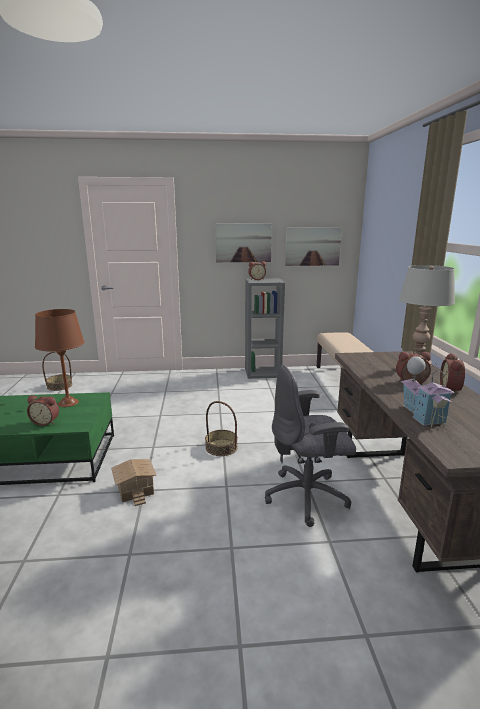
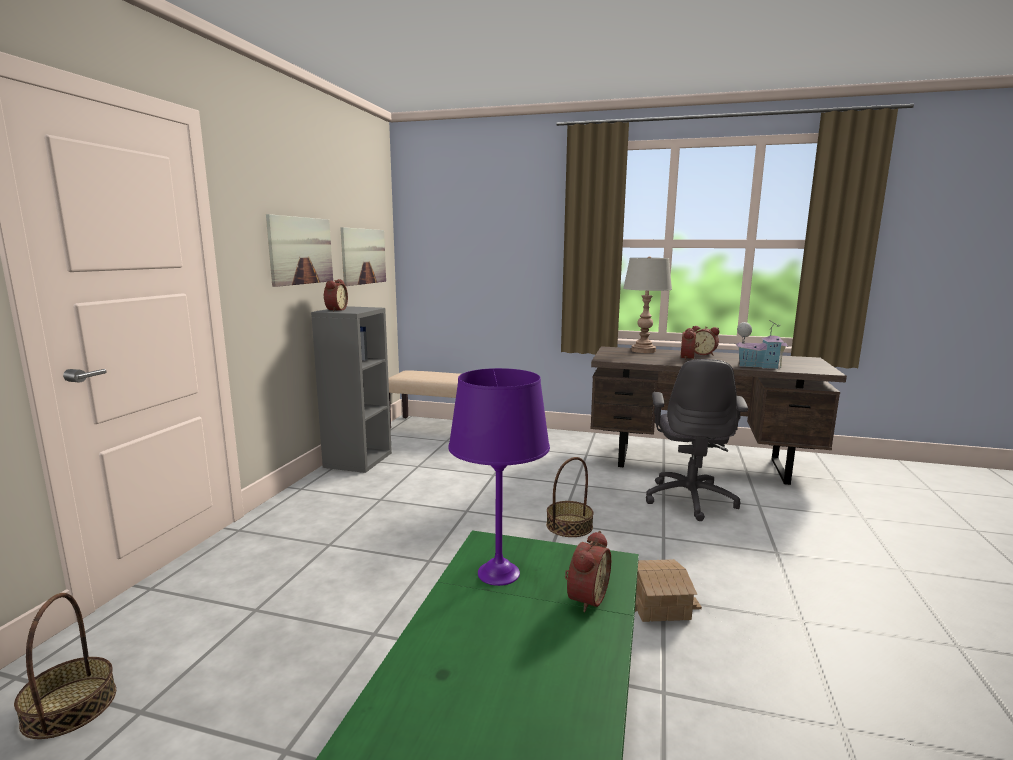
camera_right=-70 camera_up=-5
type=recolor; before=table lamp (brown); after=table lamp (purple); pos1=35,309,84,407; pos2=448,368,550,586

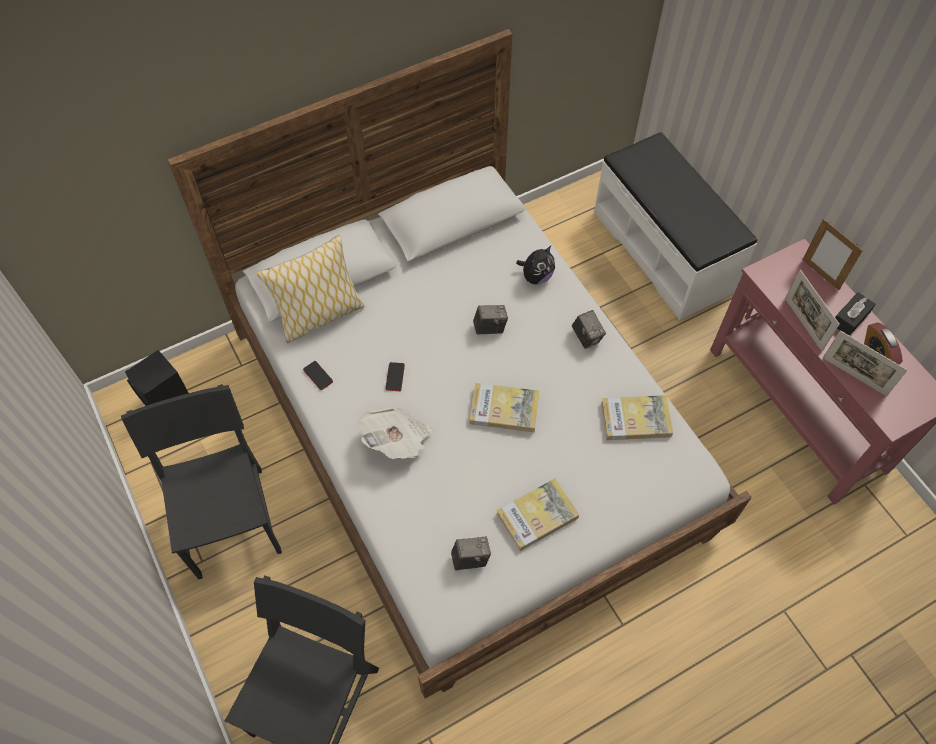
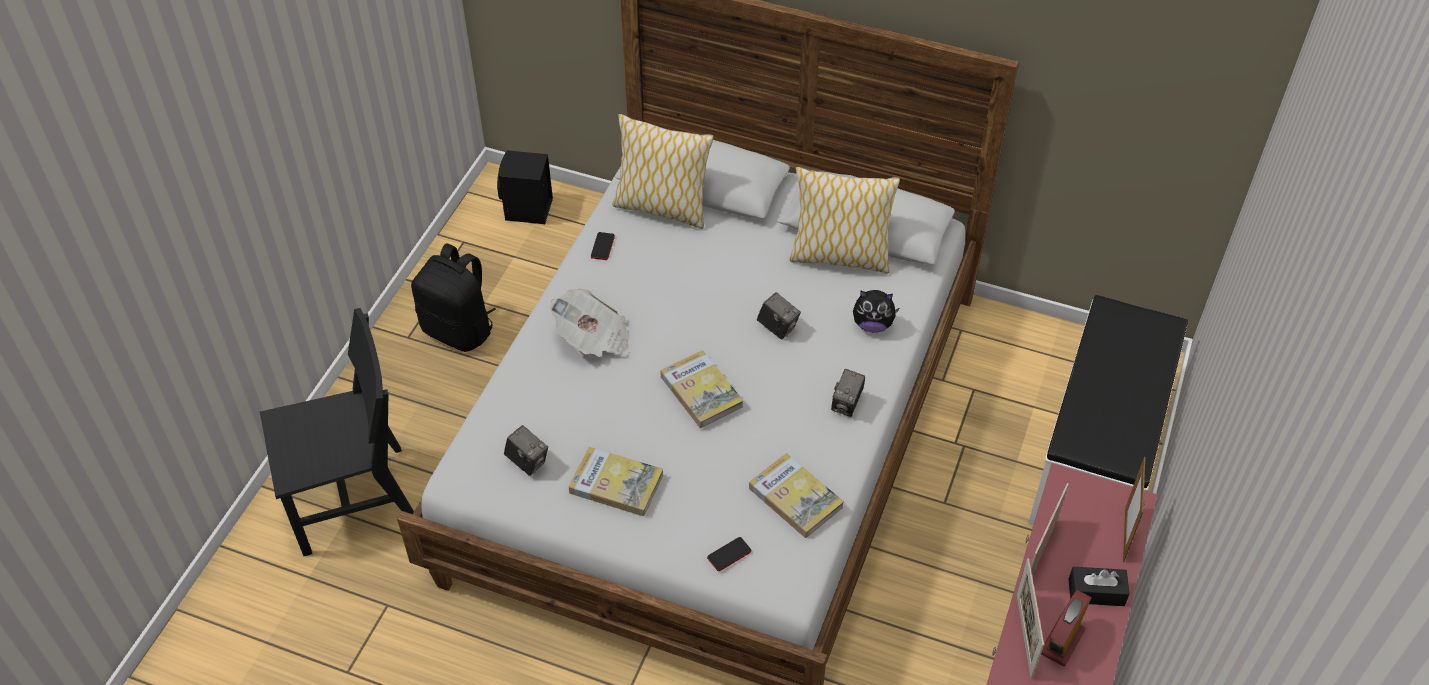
camera_right=50 camera_up=-10
type=move; before=phone; pos1=385,362,405,391; pos2=707,537,751,571
type=replace; before=chair (black); after=backpack (black); pos1=121,384,282,579; pos2=411,243,496,352
type=insert; after=pillow; pos2=790,167,900,274

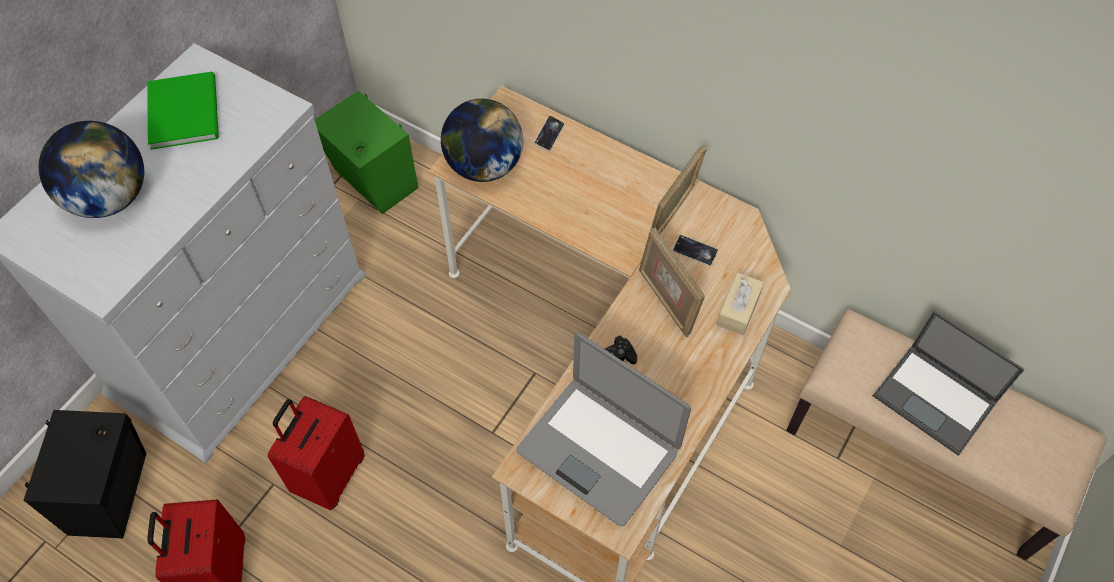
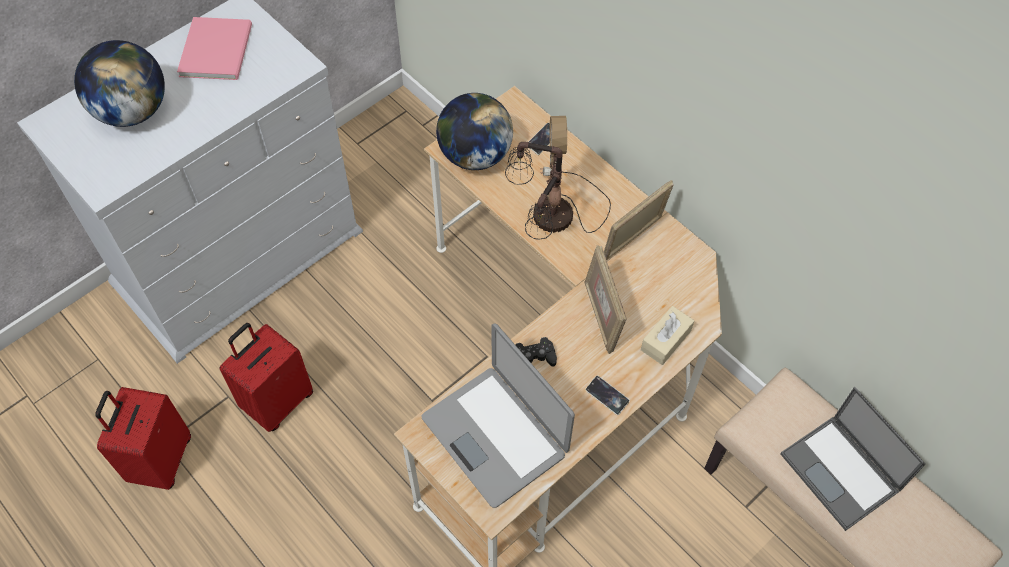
camera_right=15 camera_up=0
type=recolor; before=book (green); after=book (pink); pos1=147,72,219,150; pos2=177,17,252,80
type=delete; before=speaker (green); pos1=315,91,418,214
type=move; before=phone; pos1=673,235,718,266; pos2=585,375,630,415
type=delete; before=speaker (black); pos1=24,410,146,538
type=insert; after=table lamp; pos2=505,116,611,239

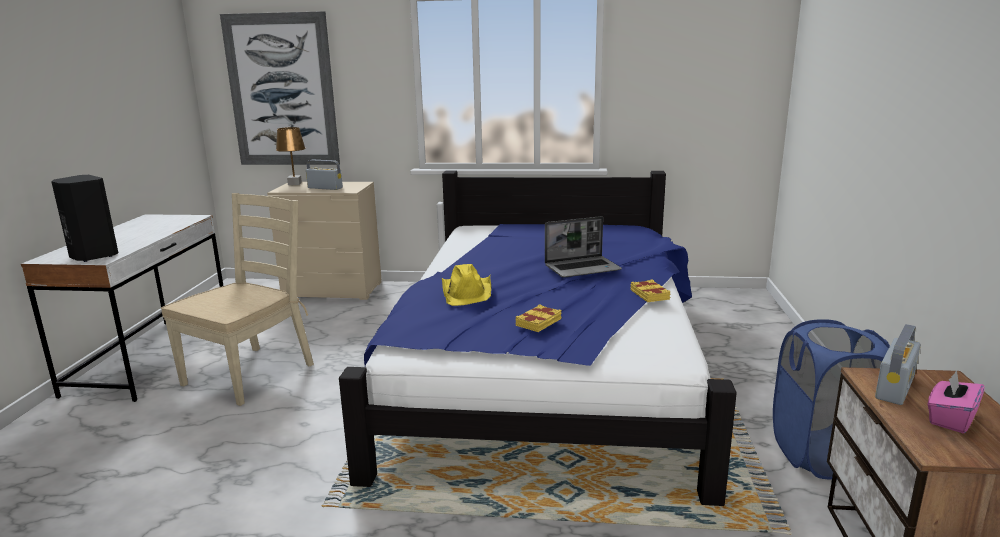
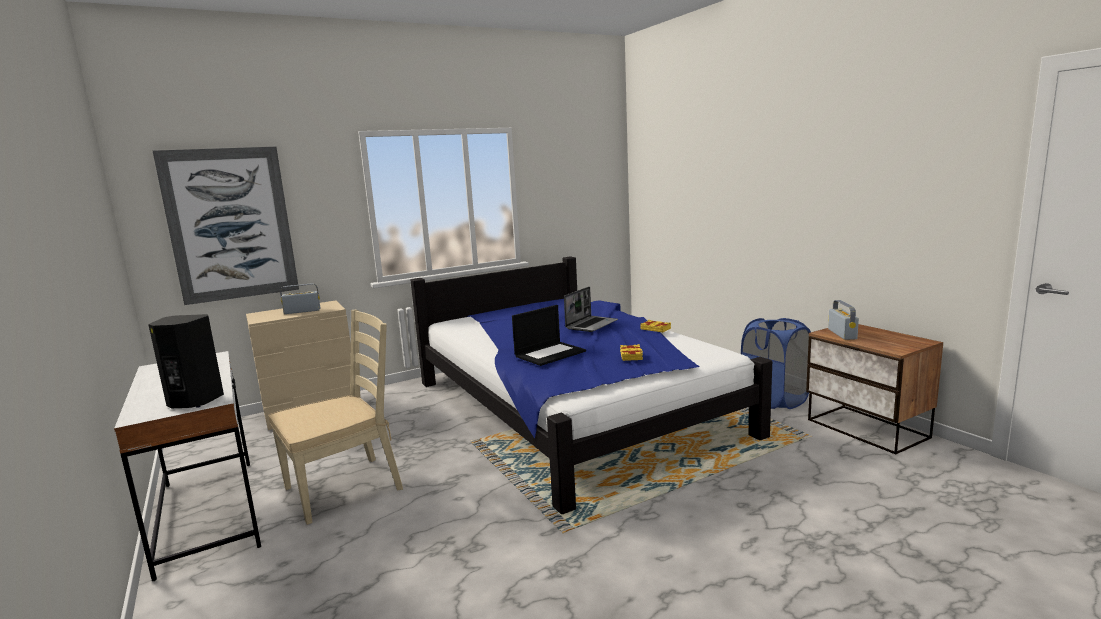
camera_right=-35 camera_up=-5
type=delete; before=table lamp (brown); pos1=276,127,306,185
type=rotate; before=chair (beige); pos1=161,193,314,406; pos2=268,310,403,525; turn=60
type=replace; before=hat (yellow); after=laptop; pos1=442,264,491,306; pos2=512,305,586,366
type=delete; before=tissue box (pink); pos1=928,370,985,433

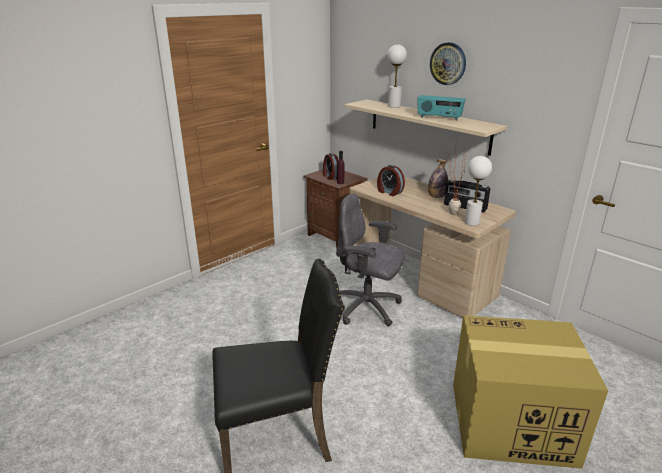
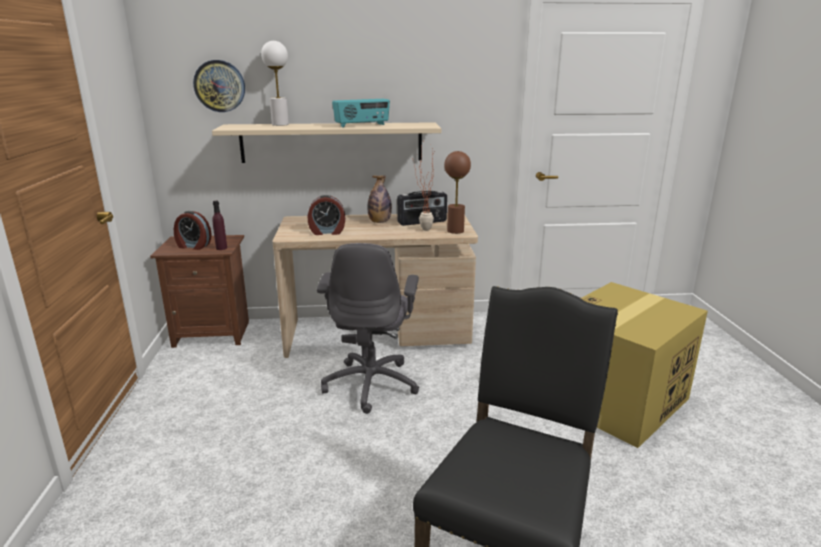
camera_right=-50 camera_up=-5
type=move; before=wall clock; pos1=430,42,466,85; pos2=193,60,245,112
type=recolor; before=table lamp (white); after=table lamp (brown); pos1=465,156,492,226; pos2=444,151,471,234
type=rotate; before=office chair (grey); pos1=336,193,405,326; pos2=317,243,419,414; turn=-60

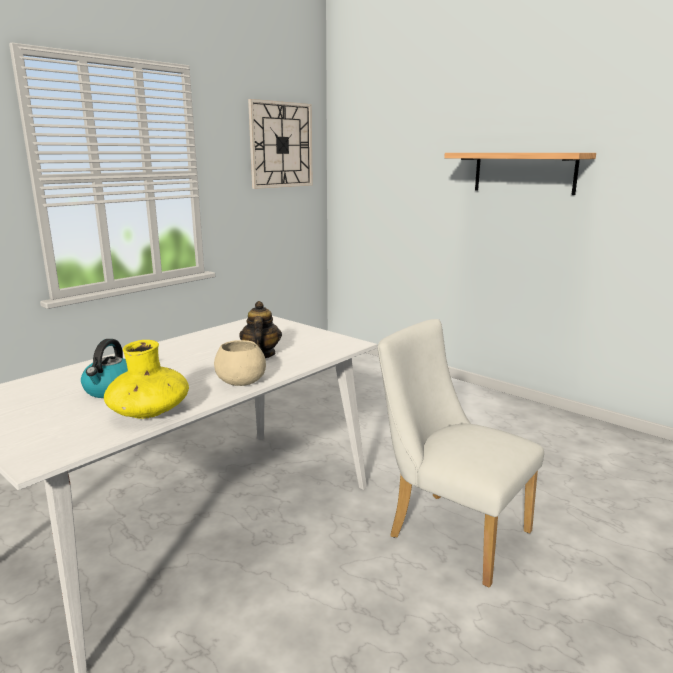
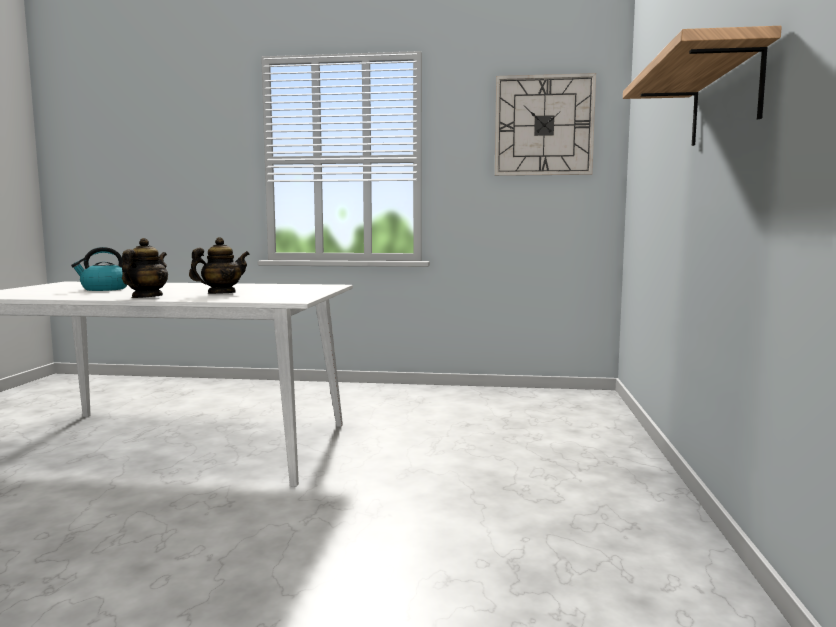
camera_right=55 camera_up=-10
type=delete; before=chair (white); pos1=378,319,544,587
type=delete; before=vase (yellow); pos1=104,340,189,419
type=replace; before=bowl (beige); after=teapot; pos1=214,340,266,386; pos2=122,238,168,298

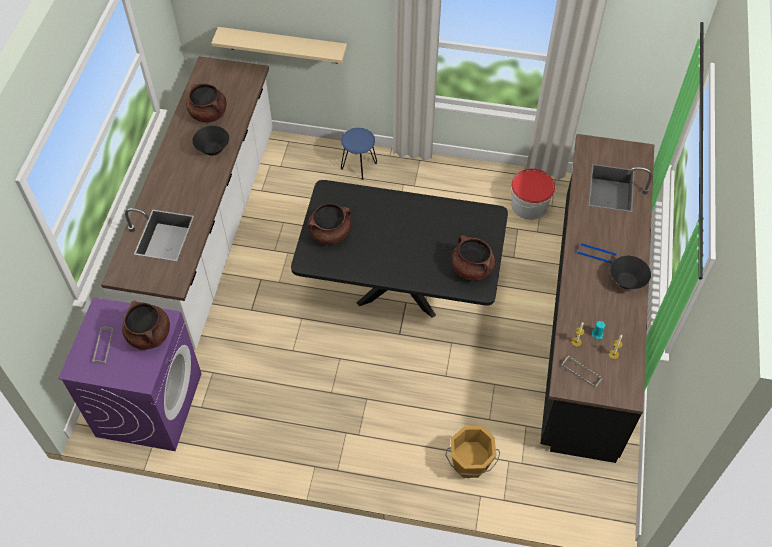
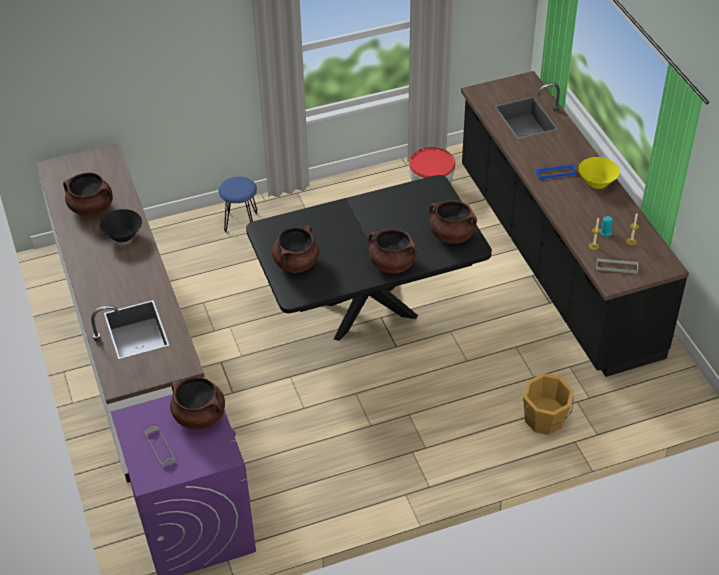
camera_right=-30 camera_up=-10
type=delete; before=shelf (beige); pos1=211,27,347,64
type=recolor; before=bowl (black); after=bowl (yellow); pos1=610,256,651,289; pos2=579,157,620,189
type=insert; after=cooking pot (brown); pos2=368,229,417,273

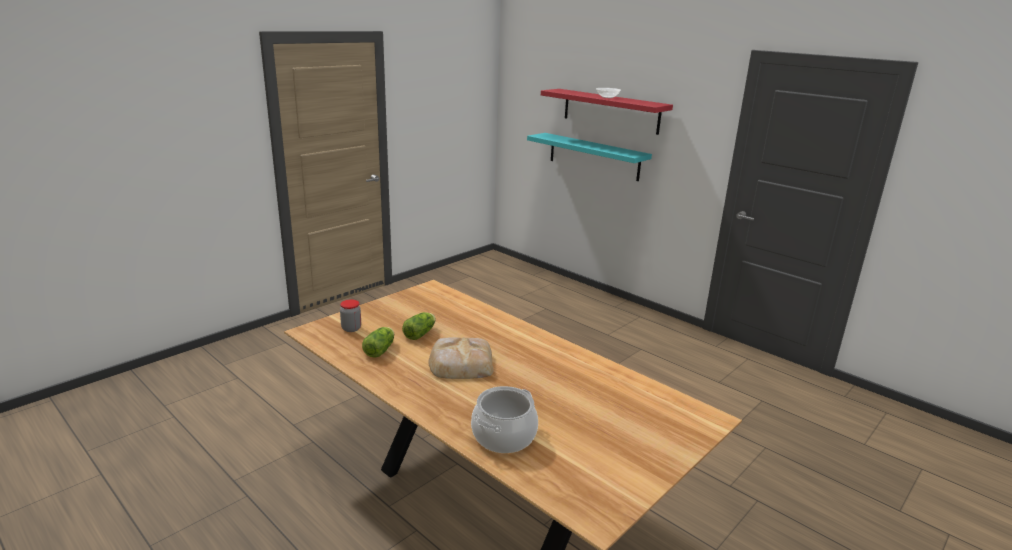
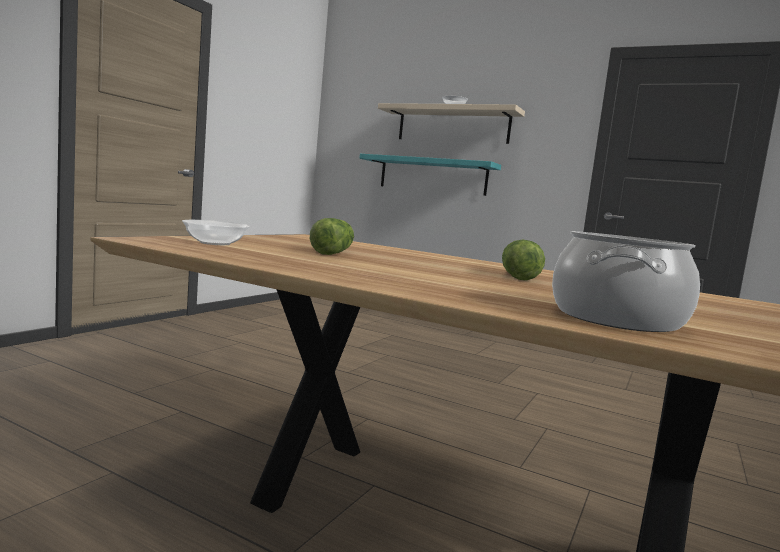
camera_right=-15 camera_up=-15
type=recolor; before=shelf (red); after=shelf (beige); pos1=541,89,673,135; pos2=378,103,525,144
type=replace; before=jar; after=bowl; pos1=340,299,361,332; pos2=182,220,250,245
type=move; before=lettuce; pos1=362,327,394,357; pos2=502,240,545,280
type=delete; before=bread; pos1=428,337,493,379

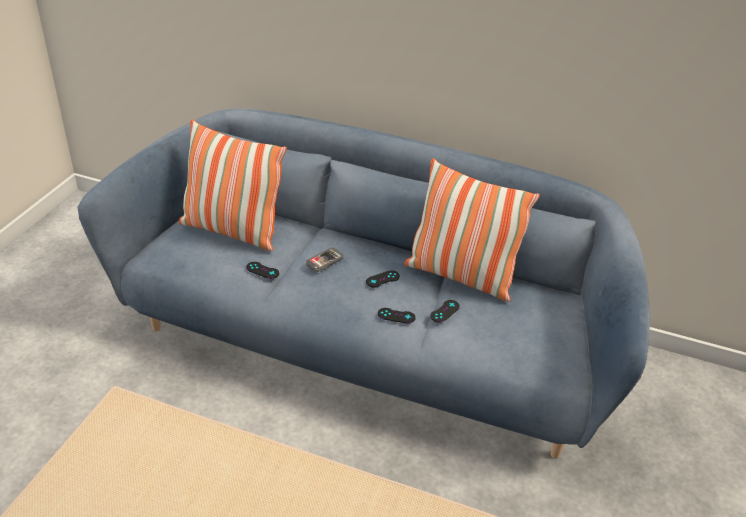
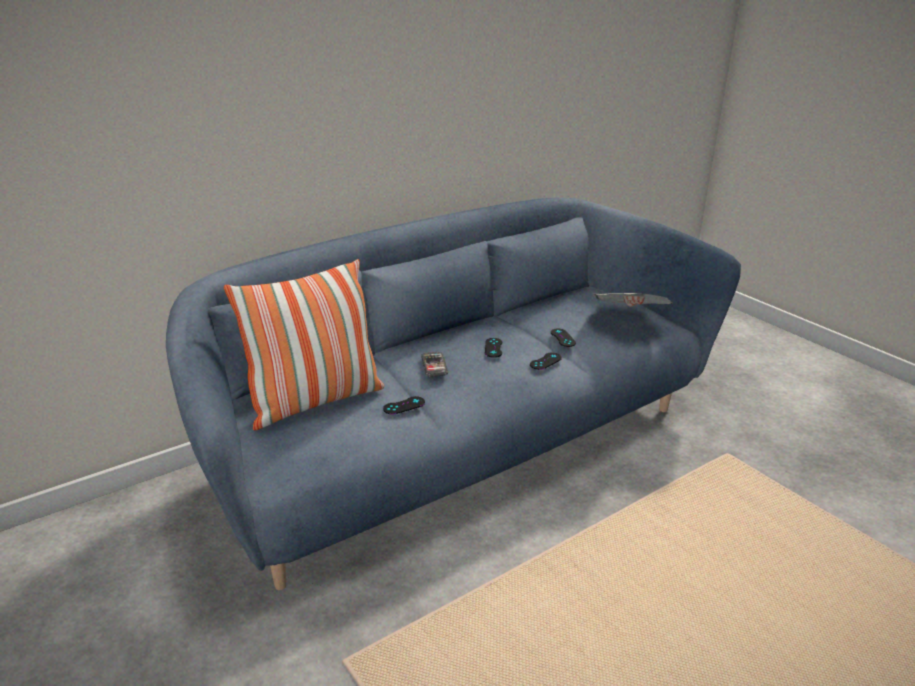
camera_right=-55 camera_up=-10
type=delete; before=pillow; pos1=404,158,540,302
type=insert; after=newspaper; pos2=593,293,673,307

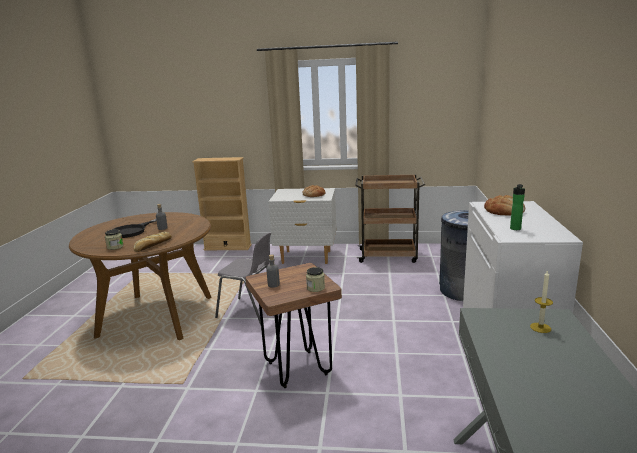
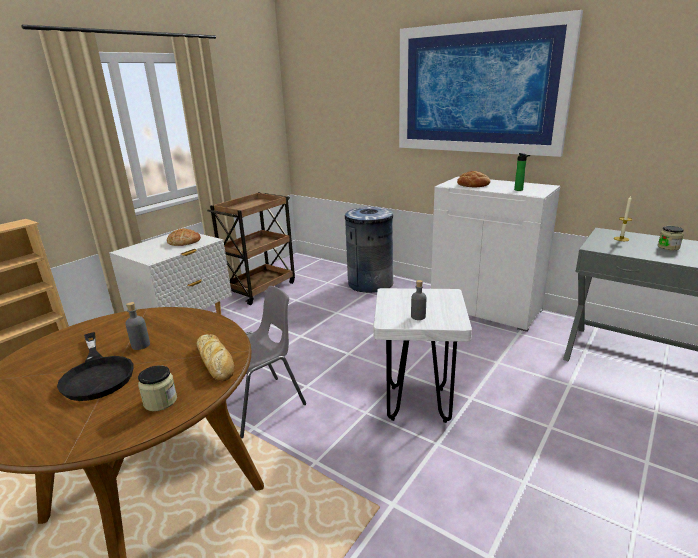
camera_right=-60 camera_up=5
type=recolor; before=stool (brown); after=stool (white); pos1=246,263,342,388; pos2=373,288,472,423
type=move; before=jar; pos1=306,267,325,292; pos2=658,226,684,250
type=insert; after=picture; pos2=399,10,583,157

